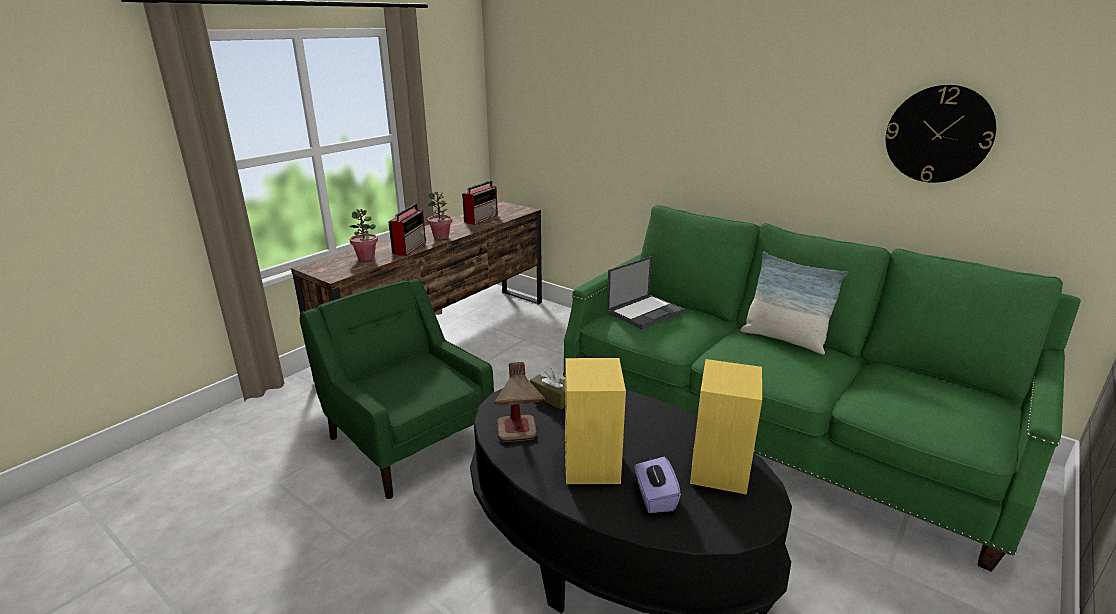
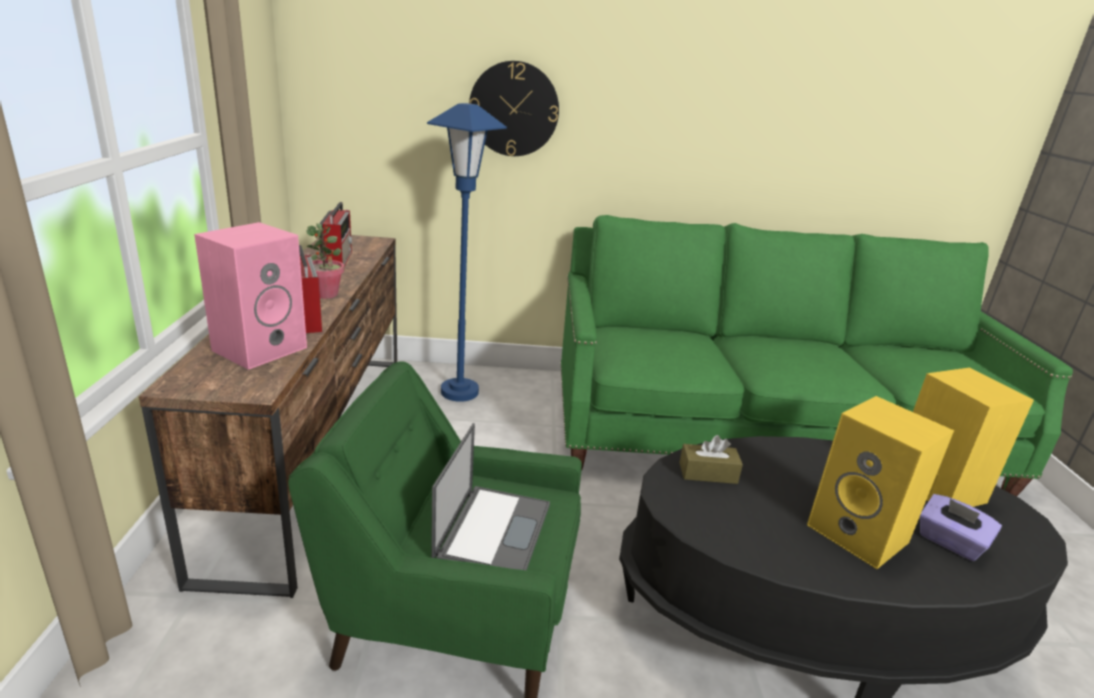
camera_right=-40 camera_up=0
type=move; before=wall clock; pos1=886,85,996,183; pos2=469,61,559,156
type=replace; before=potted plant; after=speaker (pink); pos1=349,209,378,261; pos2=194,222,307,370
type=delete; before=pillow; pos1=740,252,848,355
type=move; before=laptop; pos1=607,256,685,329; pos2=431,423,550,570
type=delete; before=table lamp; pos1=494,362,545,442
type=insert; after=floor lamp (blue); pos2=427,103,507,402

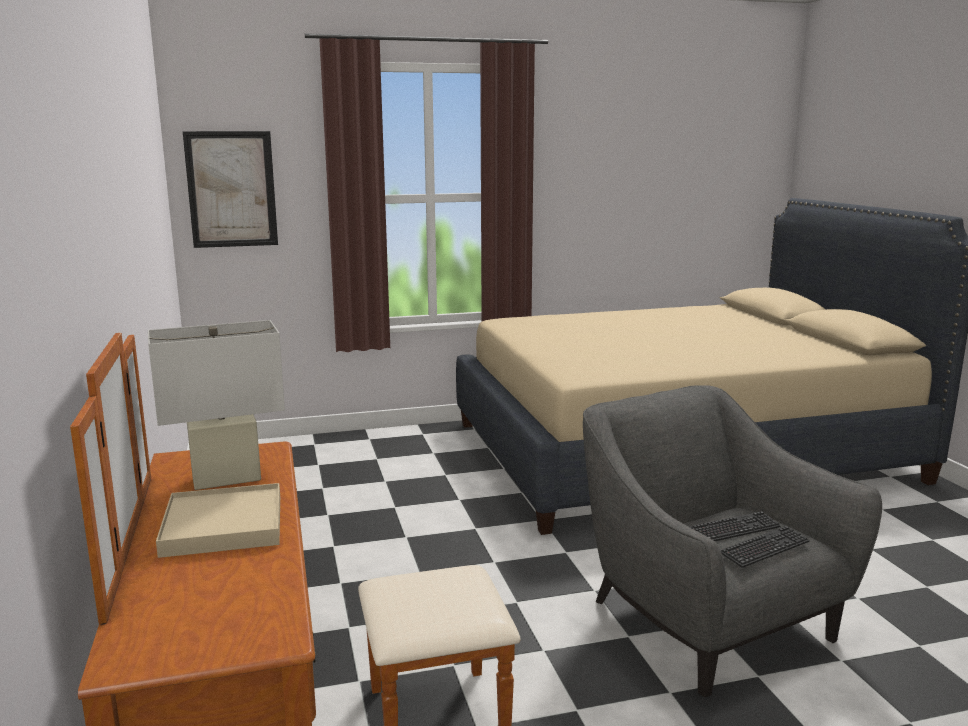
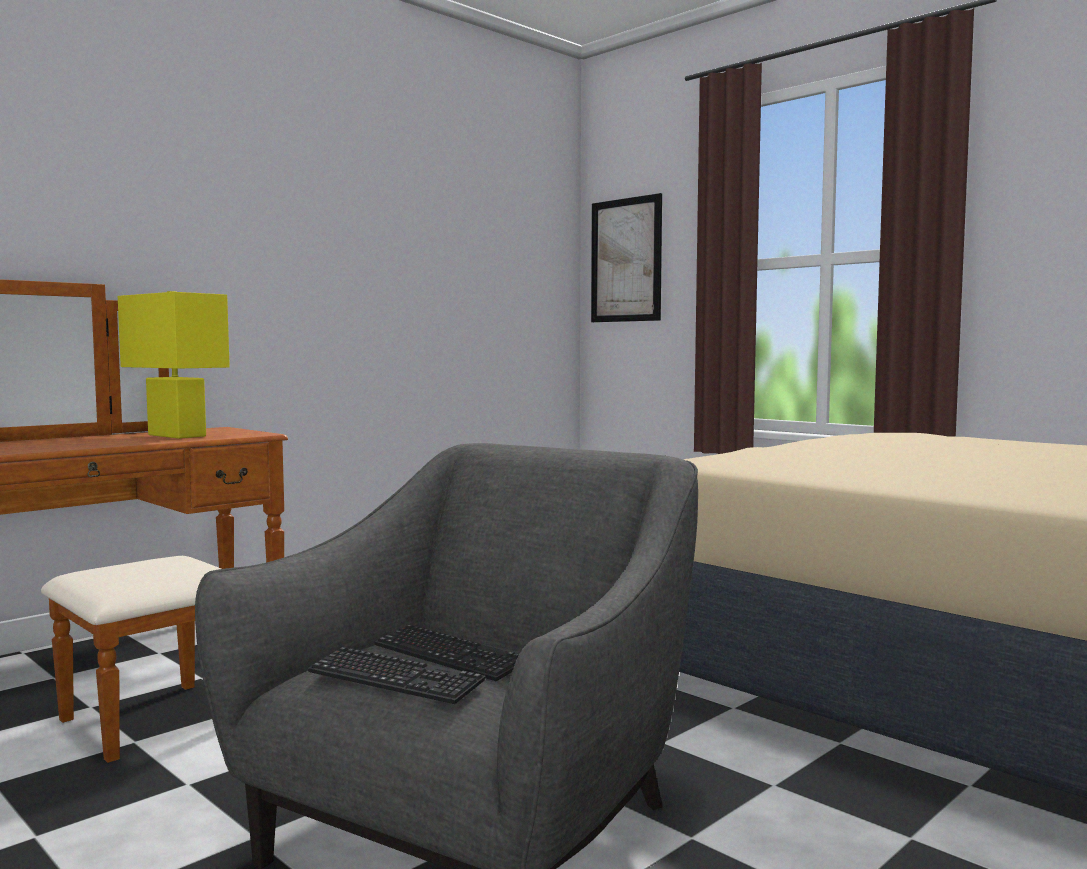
camera_right=60 camera_up=-10
type=recolor; before=table lamp (white); after=table lamp (yellow); pos1=148,320,285,490; pos2=118,291,230,439
type=delete; before=tray (beige); pos1=156,483,280,558

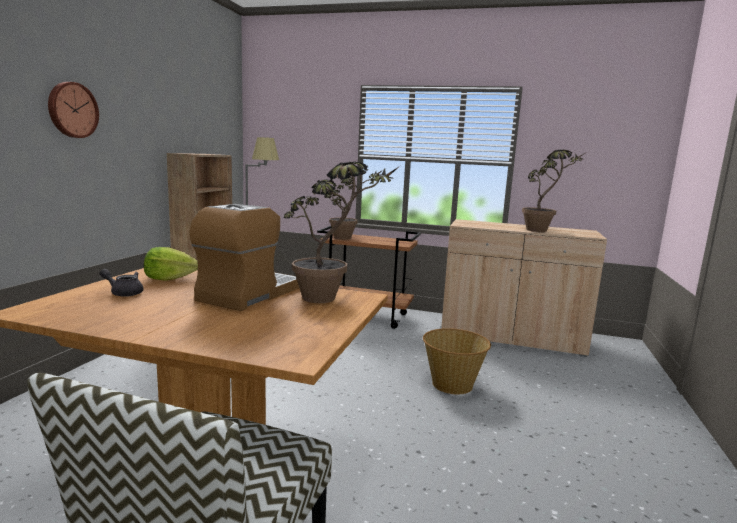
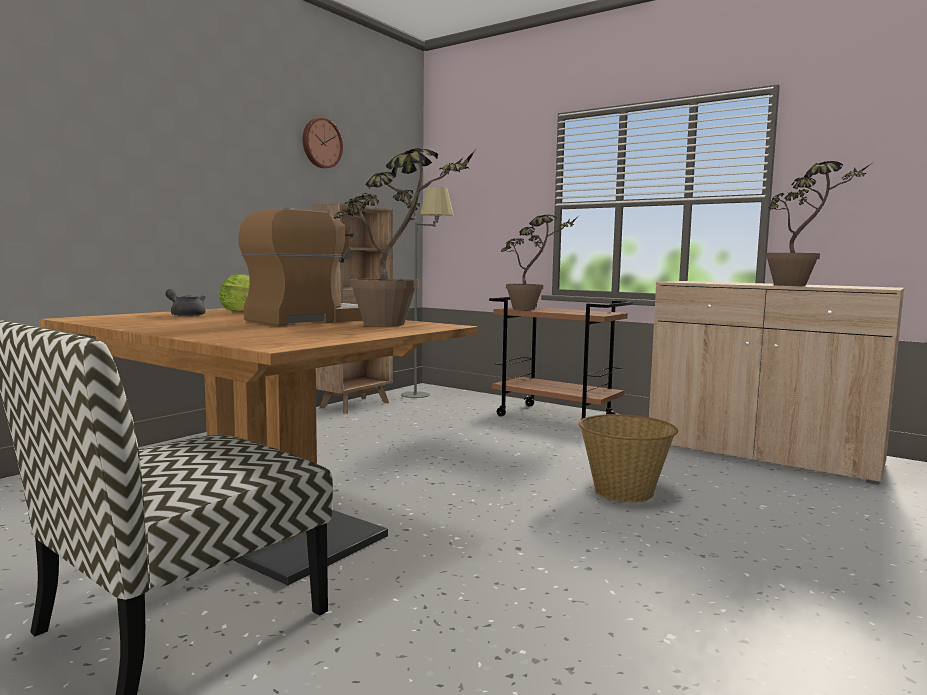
camera_right=20 camera_up=-5
type=move; before=wall clock; pos1=48,82,99,138; pos2=303,118,343,168

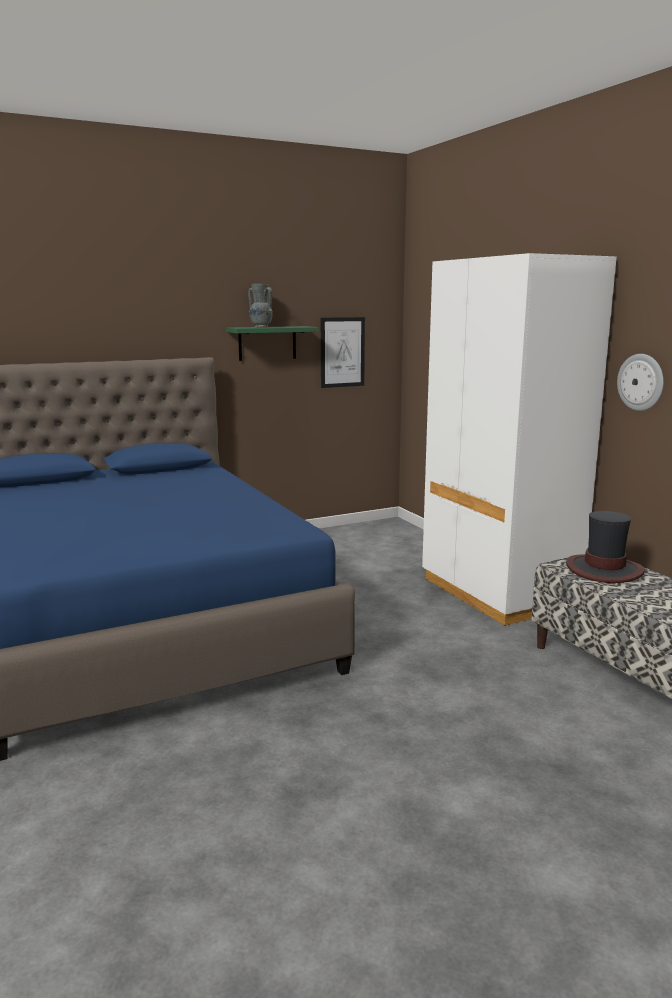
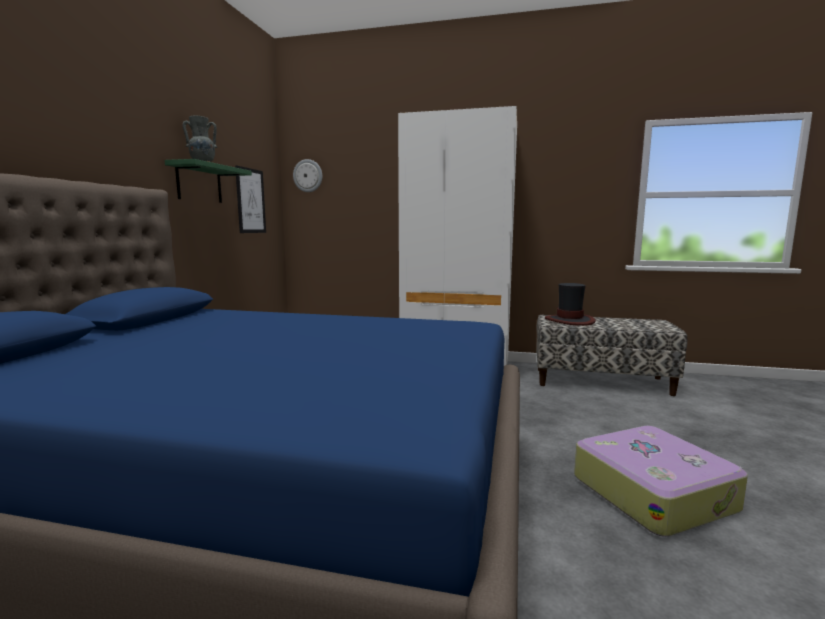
camera_right=-50 camera_up=-5
type=move; before=wall clock; pos1=617,354,664,411; pos2=293,159,322,192
type=insert; after=suitcase; pos2=574,426,748,537

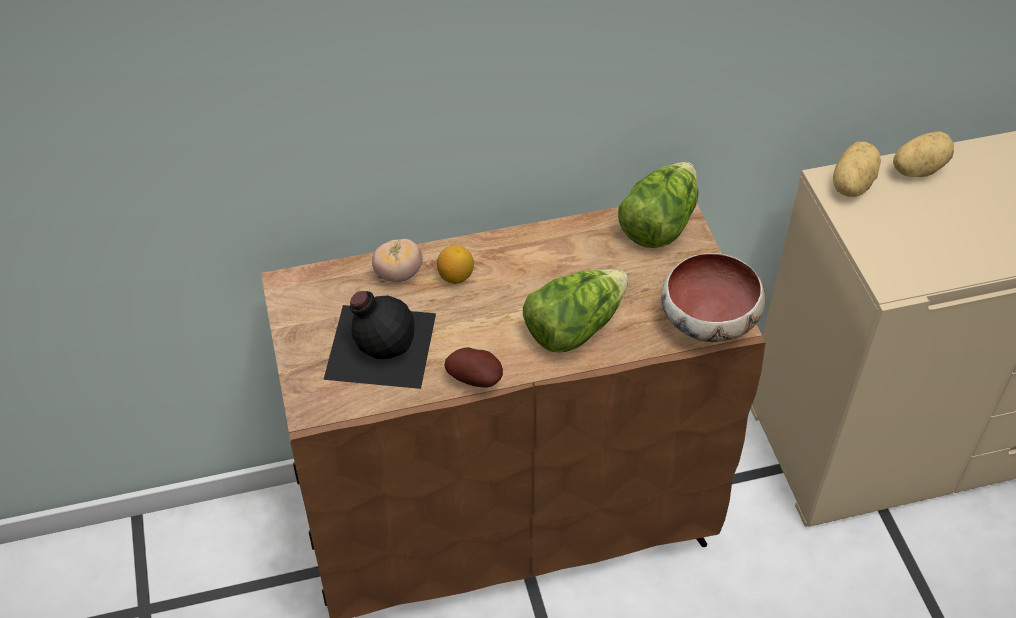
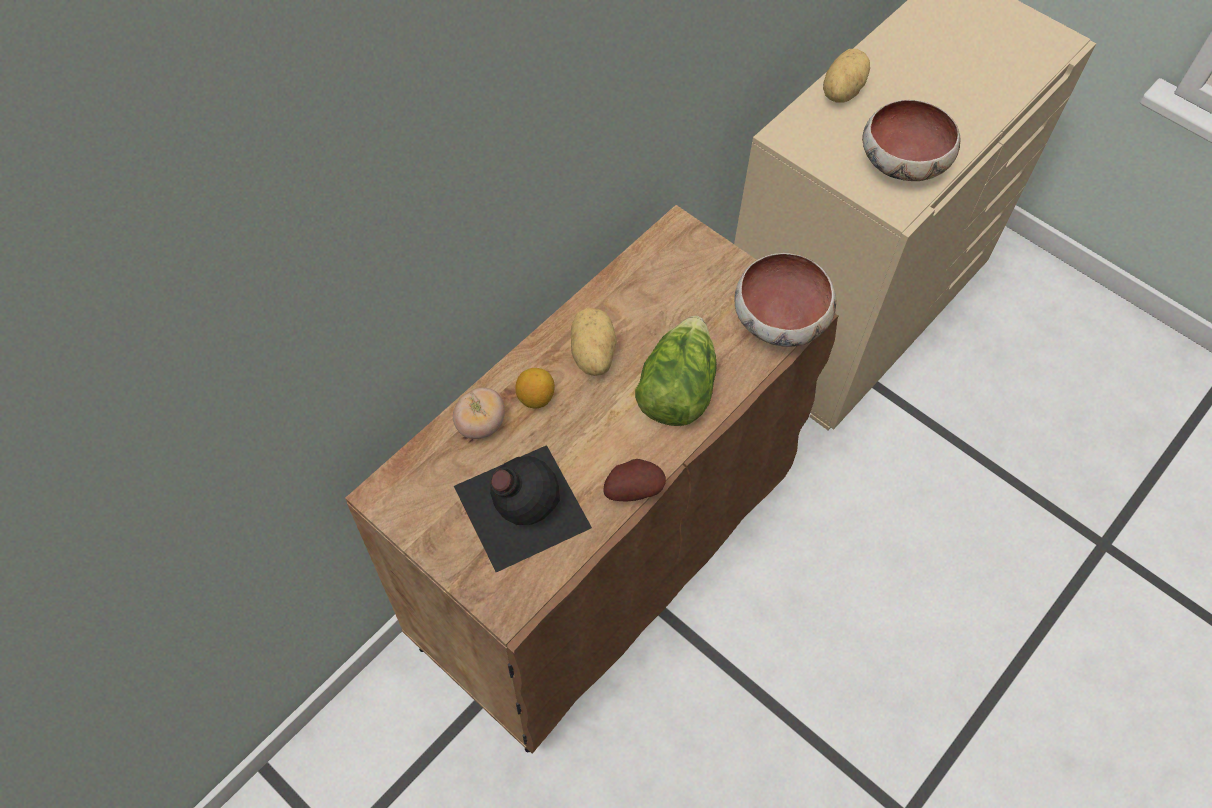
camera_right=-35 camera_up=10
type=move; before=potato; pos1=833,142,881,197; pos2=571,308,617,376
type=delete; before=lettuce; pos1=618,162,698,248
type=insert; after=bowl; pos2=862,100,961,181

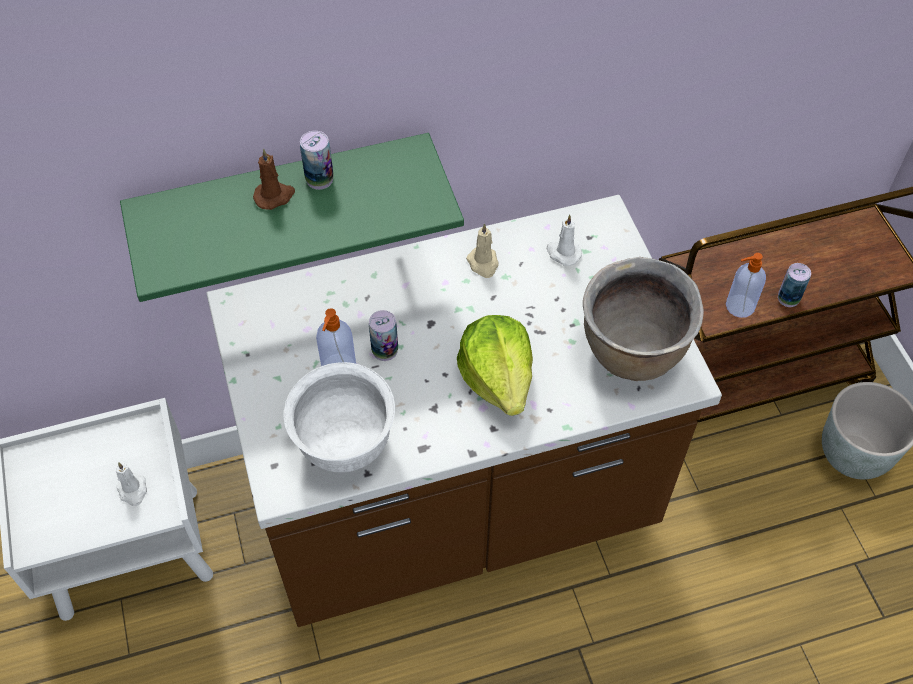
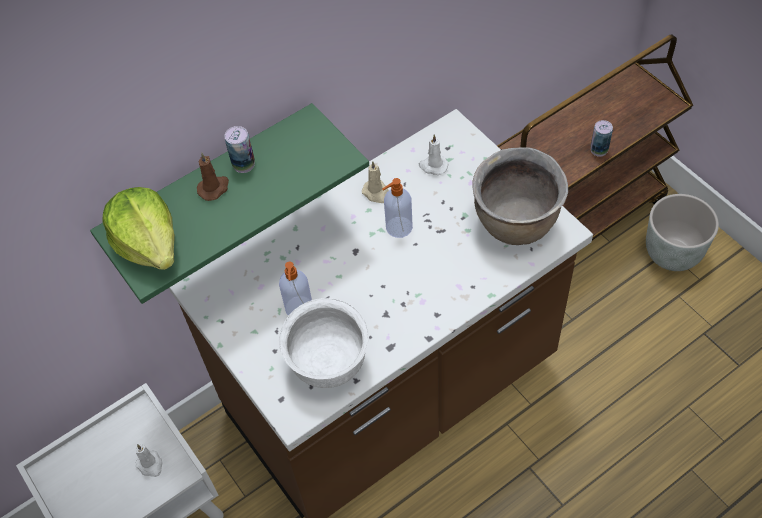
camera_right=-15 camera_up=0
type=move; before=soap dispenser; pos1=726,253,766,318; pos2=382,178,413,238
type=delete; before=can; pos1=369,310,398,361
type=move; before=lettuce; pos1=457,315,533,416; pos2=103,187,175,270

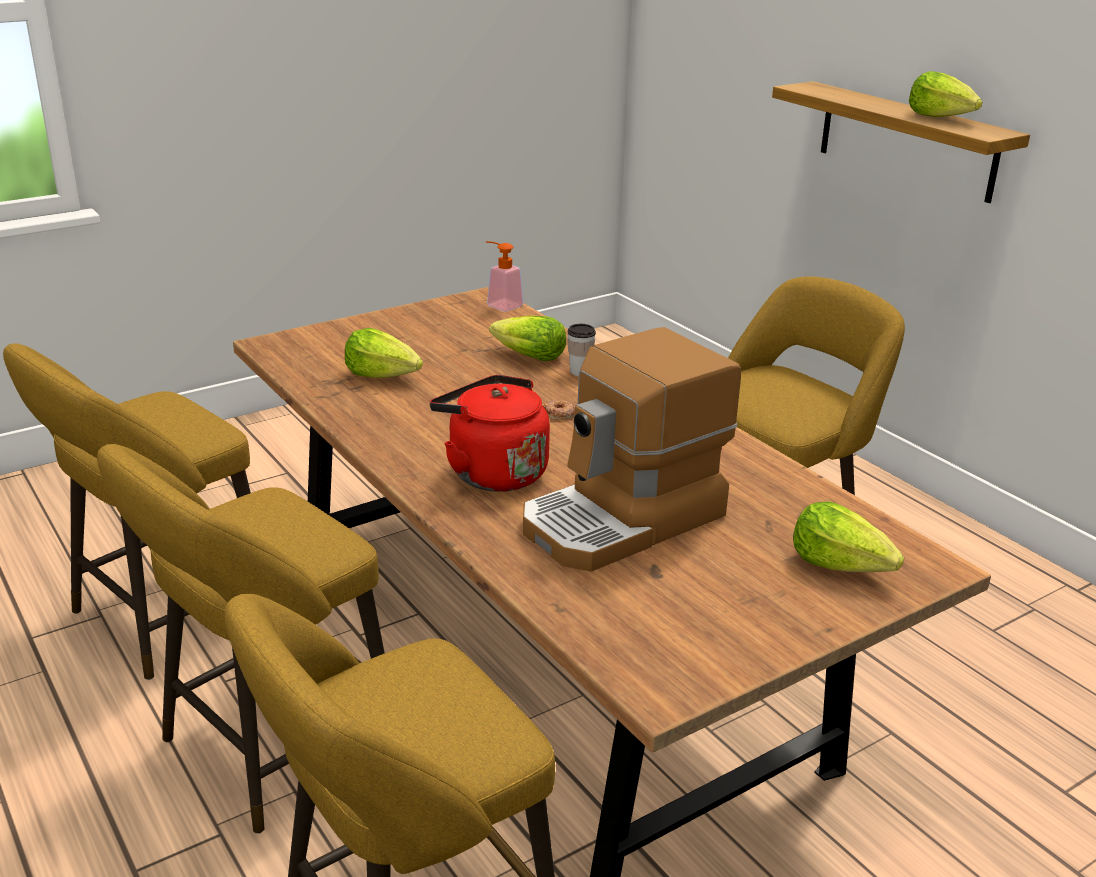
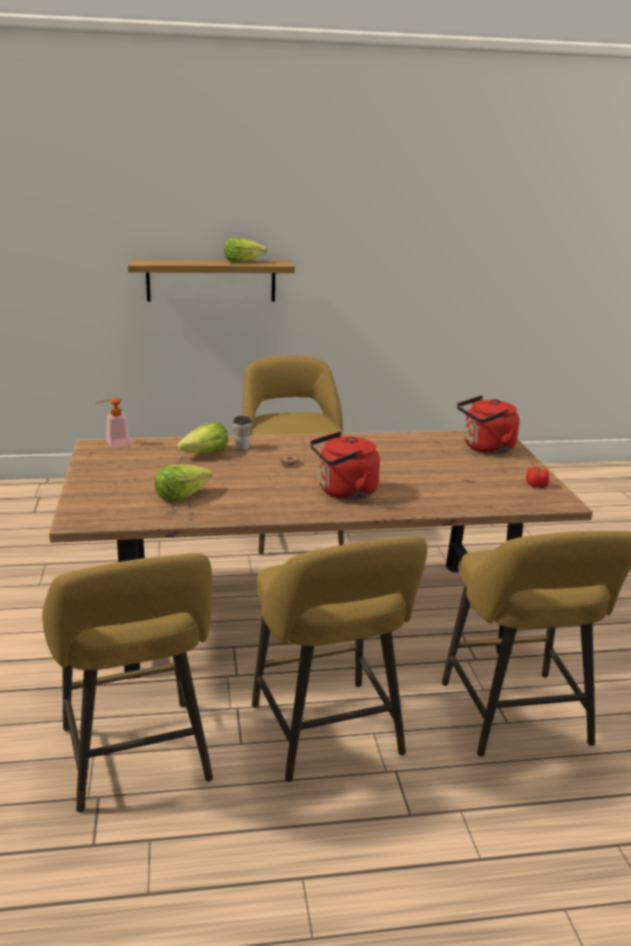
camera_right=-65 camera_up=-5
type=delete; before=coffee machine; pos1=523,327,741,571
type=replace; before=lettuce; after=kettle (red); pos1=793,501,904,572; pos2=457,396,519,454
type=insert; after=tomato; pos2=526,467,549,488

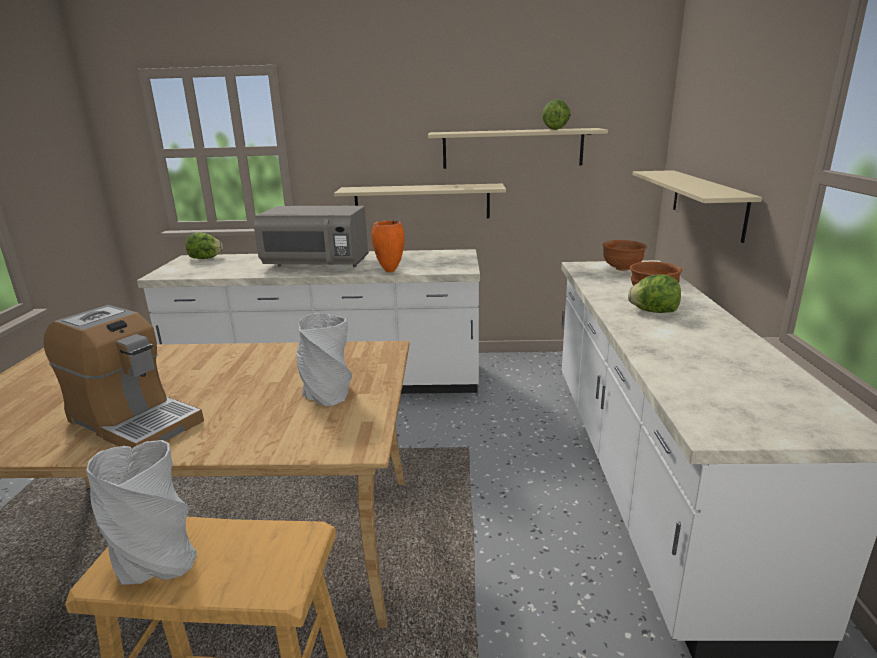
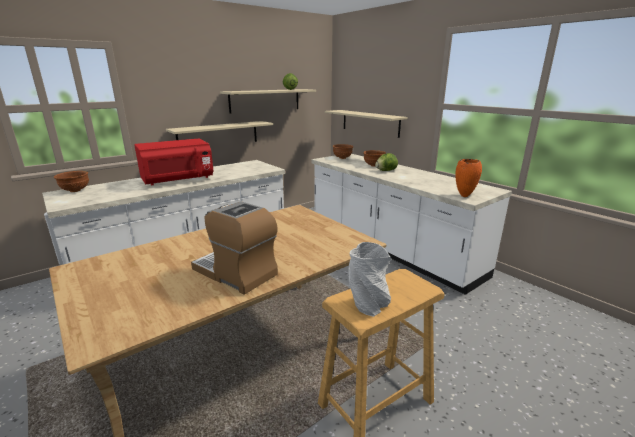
camera_right=-40 camera_up=0
type=recolor; before=microwave (grey); after=microwave (red); pos1=254,206,369,267; pos2=134,139,213,185
type=move; before=vase (orange); pos1=372,220,405,272; pos2=455,159,482,197
type=replace; before=lettuce; after=bowl (brown); pos1=186,232,223,259; pos2=54,171,89,192
type=rotate; before=coffee machine; pos1=44,305,204,448; pos2=191,201,278,295; turn=-135
type=delete; before=vase (grey); pos1=297,313,352,406

